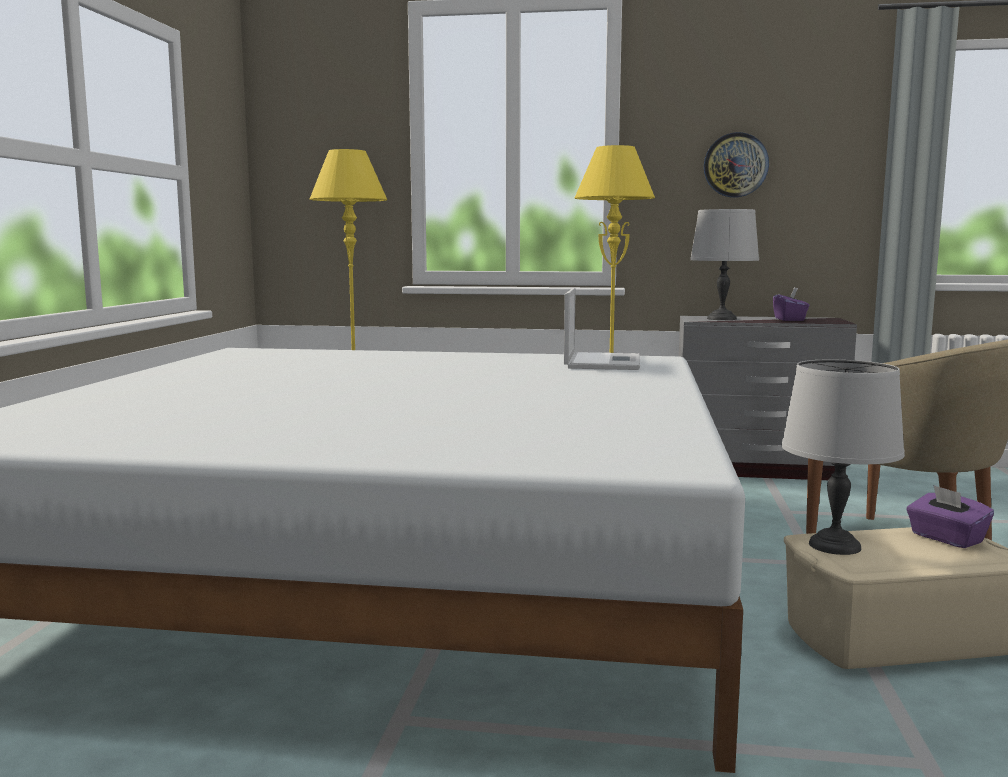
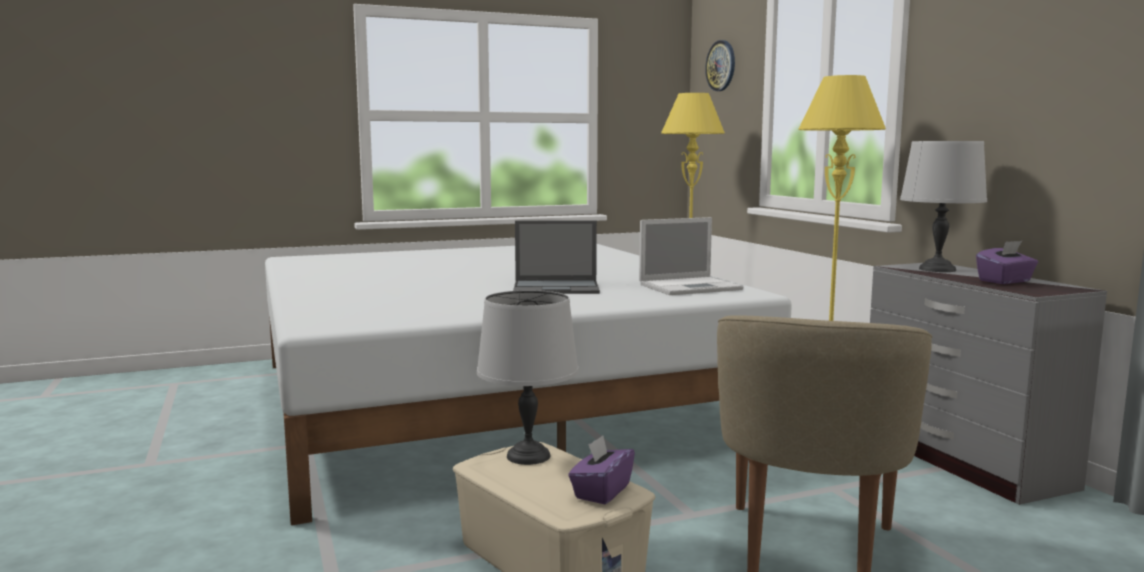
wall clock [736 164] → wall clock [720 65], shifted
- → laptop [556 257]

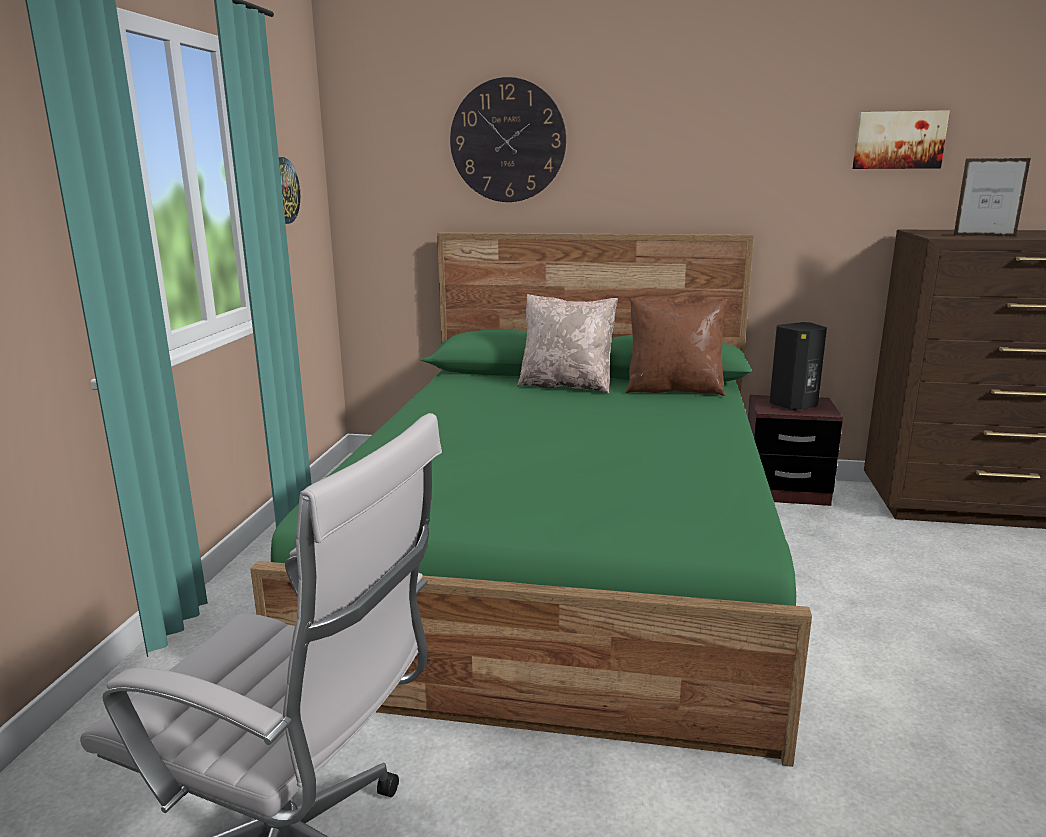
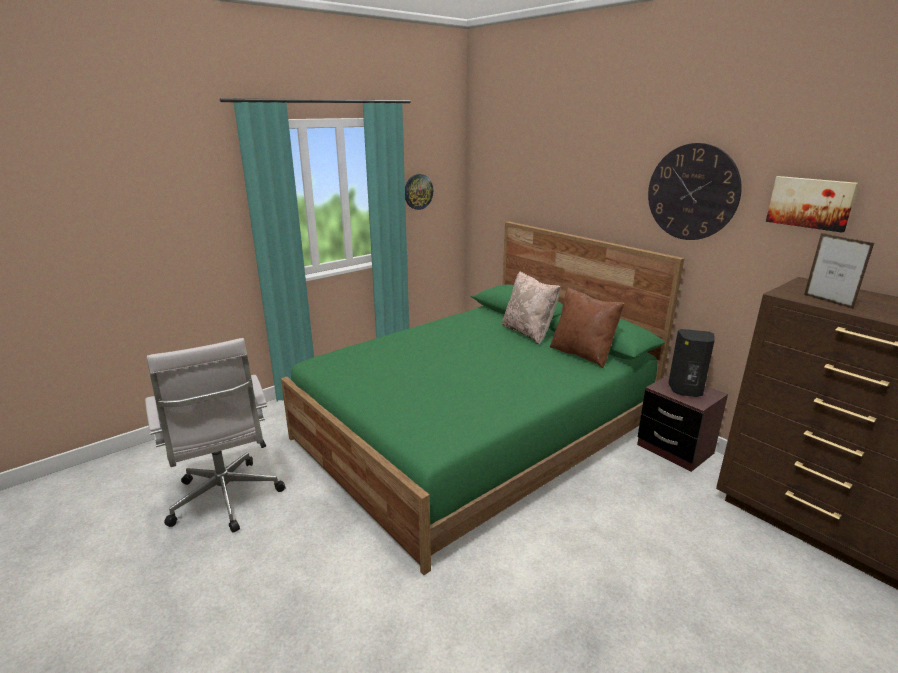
wall clock [508 139] → wall clock [695 191], shifted

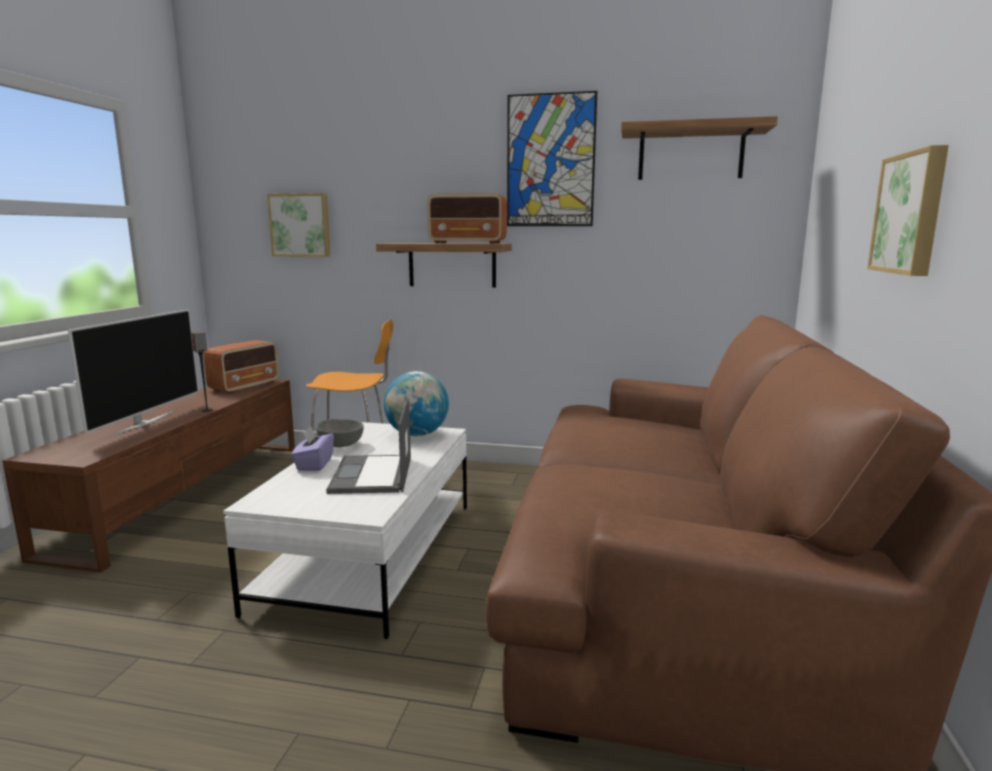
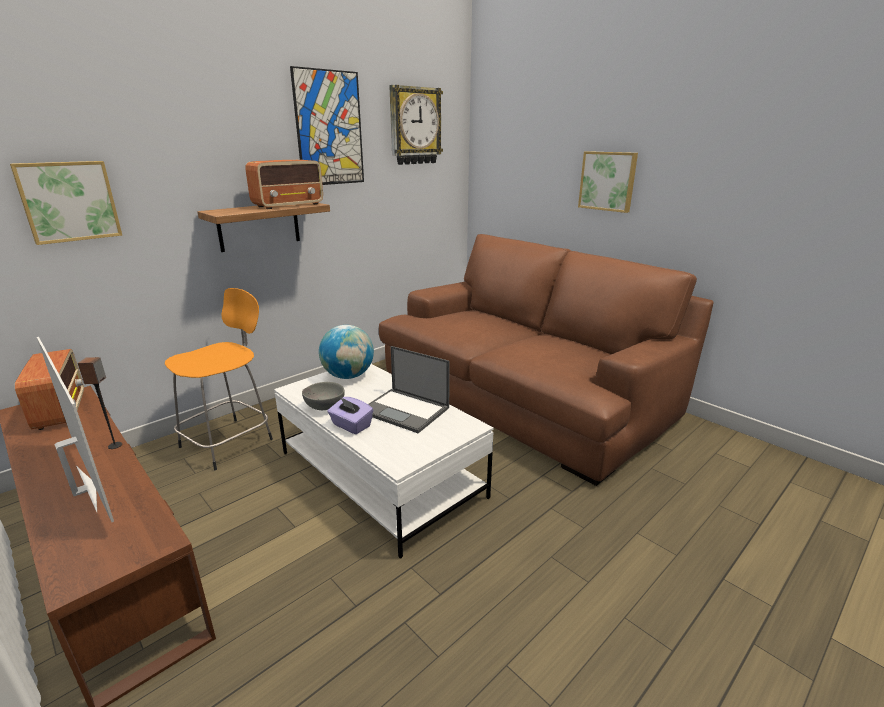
shelf [699 148] → wall clock [416 125]

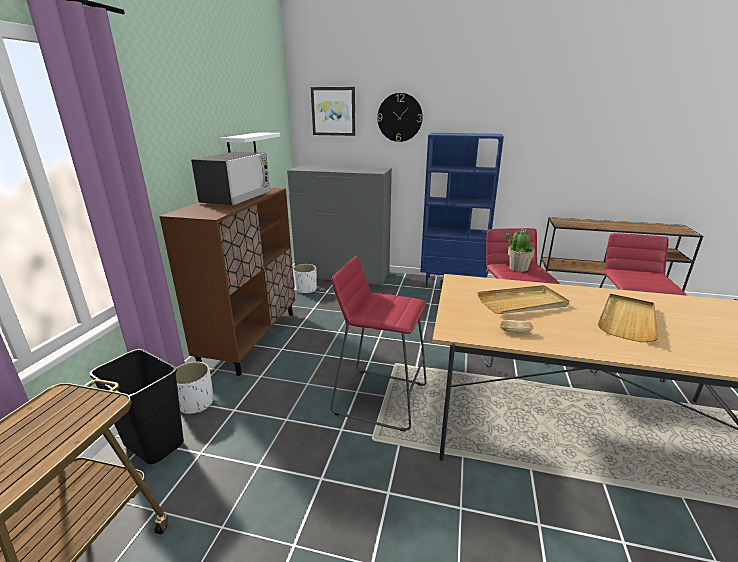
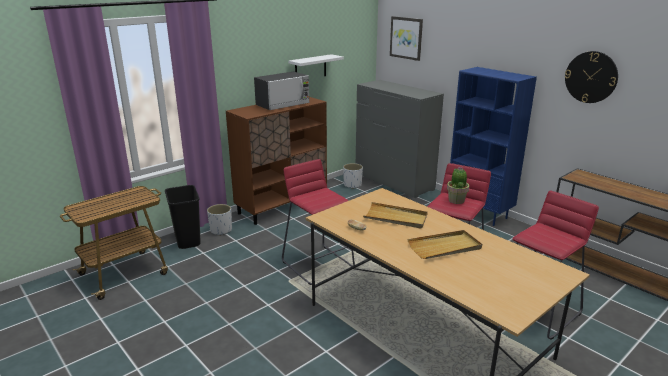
wall clock [400 117] → wall clock [591 77], shifted

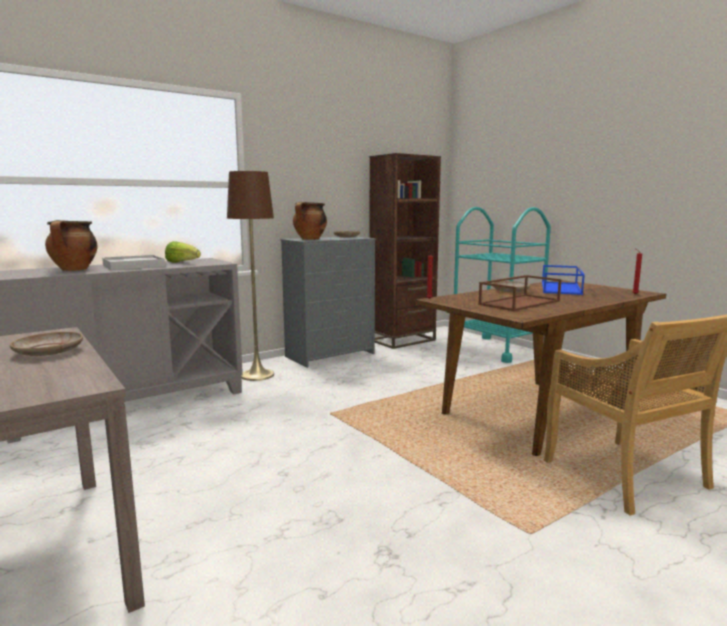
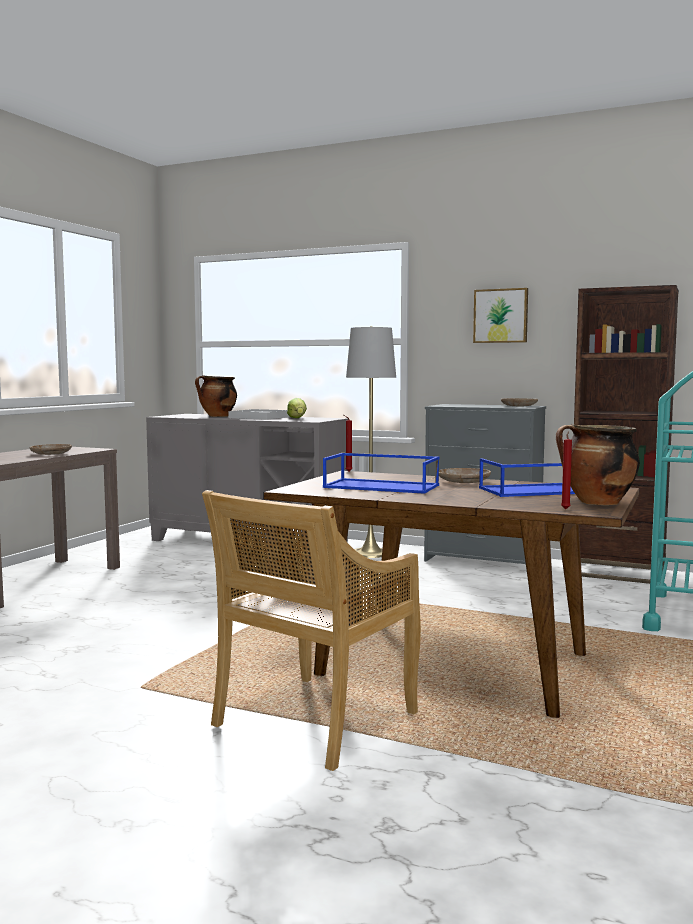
brown floor lamp [250 275] → grey floor lamp [371 442]
cooking pot [310 221] → cooking pot [598 464], shifted
brown tray [520 293] → blue tray [381 473]
- → picture [500 315]

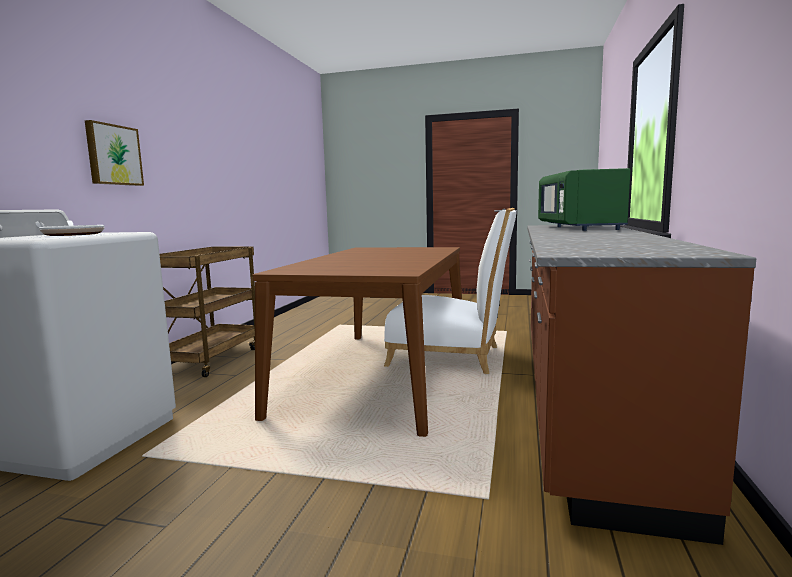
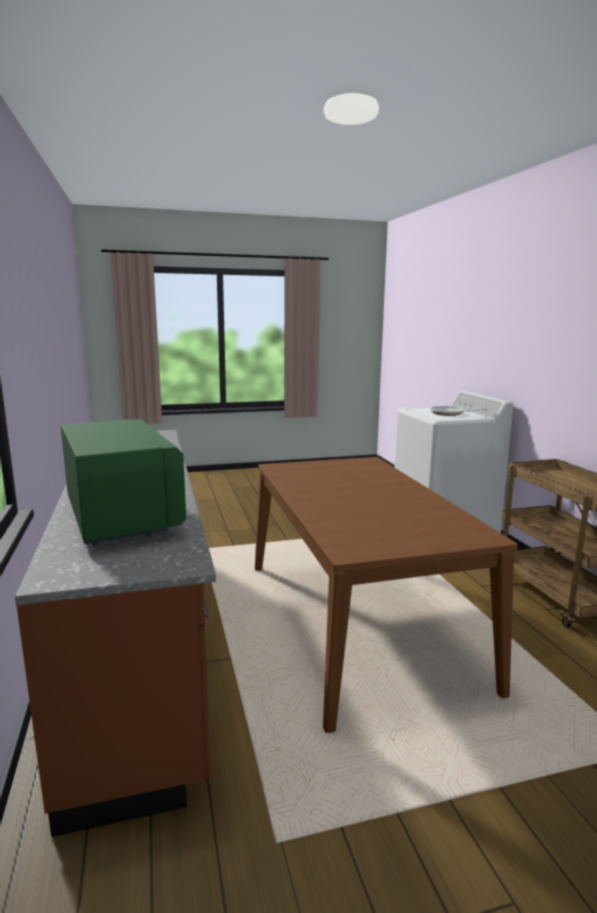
picture [114 153] → -
white chair [450 291] → -

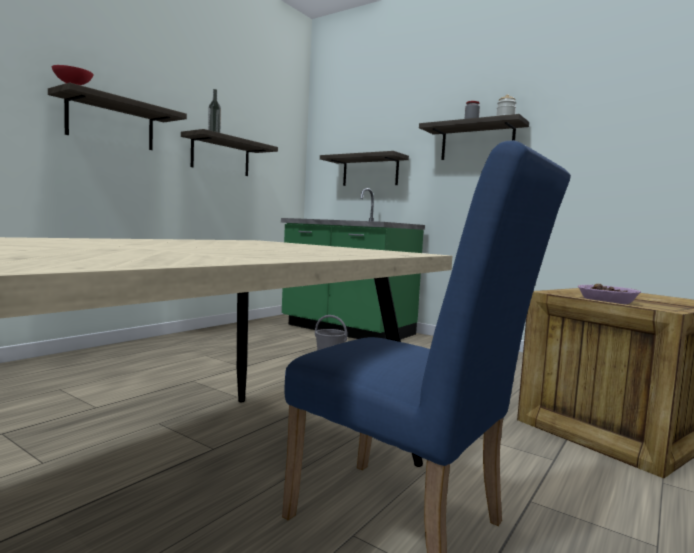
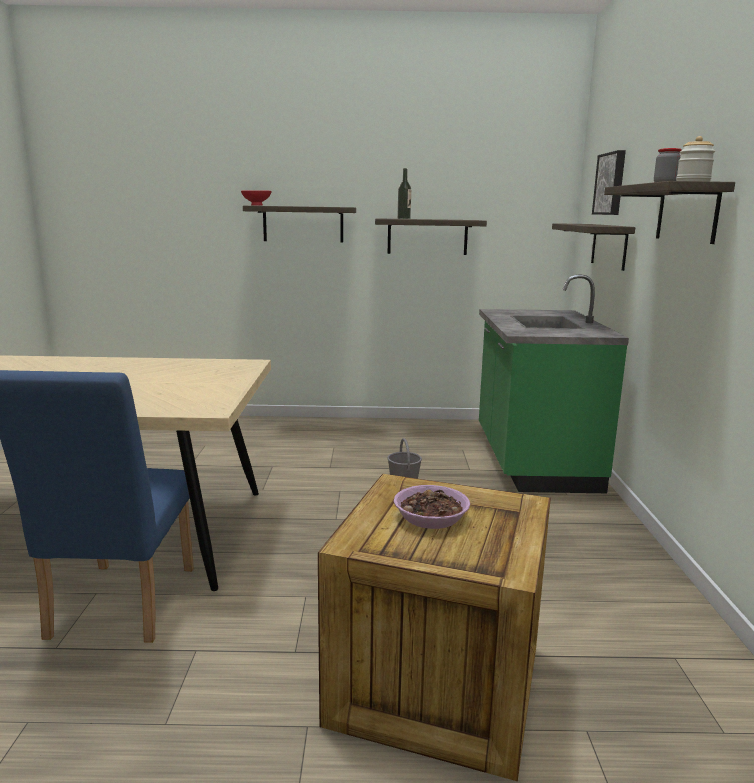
- → picture [609 182]

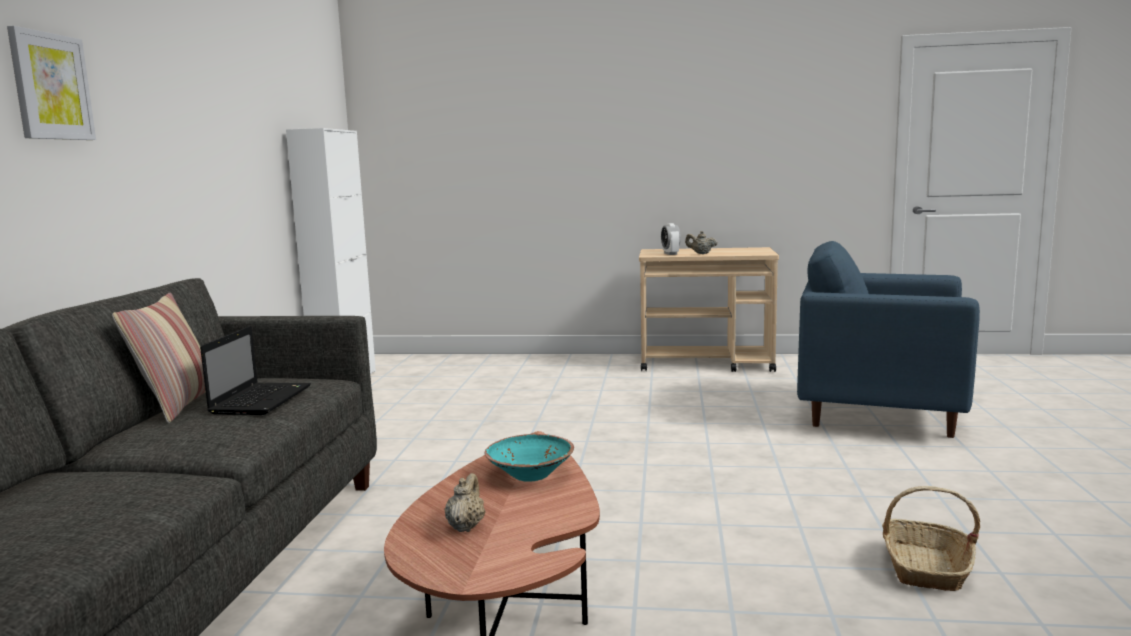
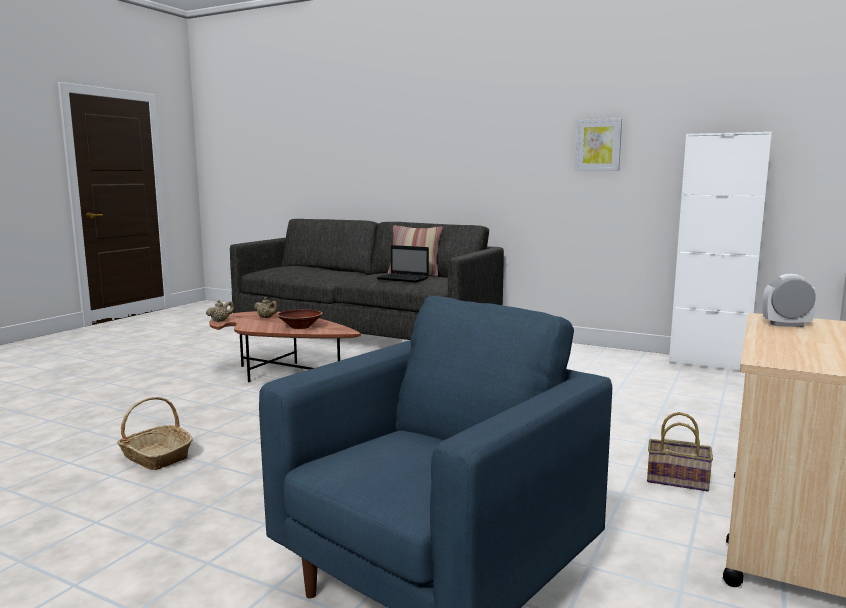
picture [51 83] → picture [598 145], shifted
turquoise bowl [529 458] → brown bowl [300 319]
beige teapot [701 242] → beige teapot [220 311], shifted
- → basket [680 451]

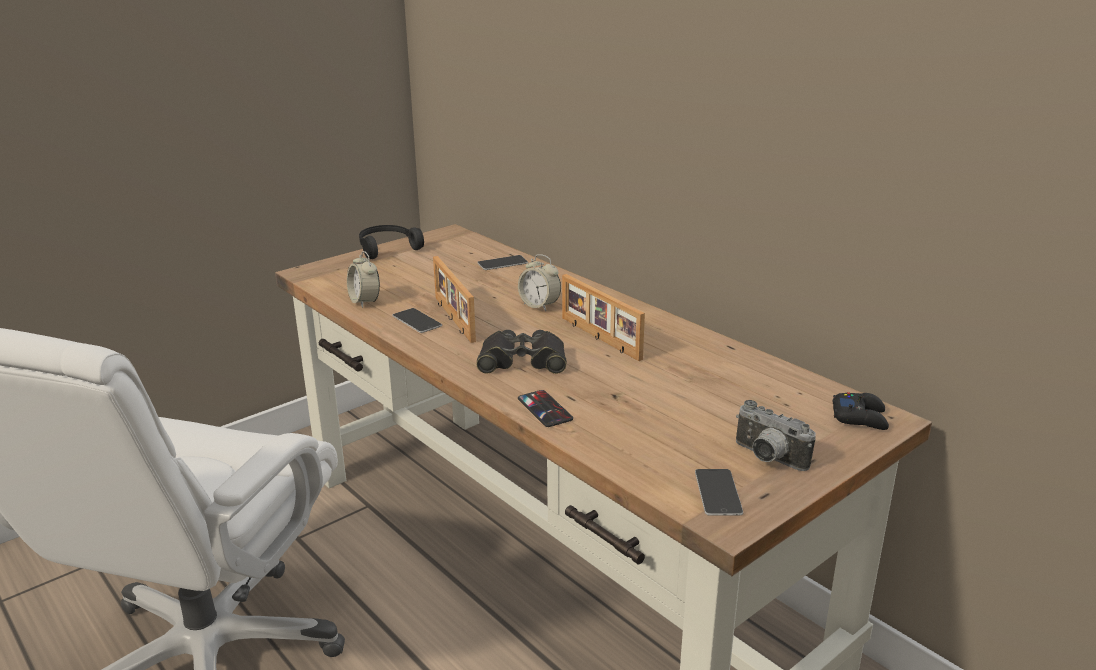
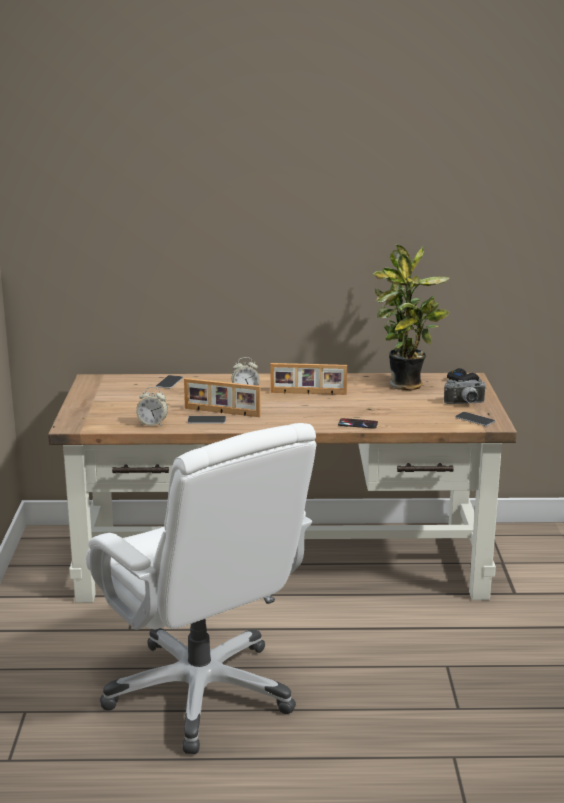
black headphones [391 242] → -
black binoculars [521 352] → -
- → potted plant [411 317]

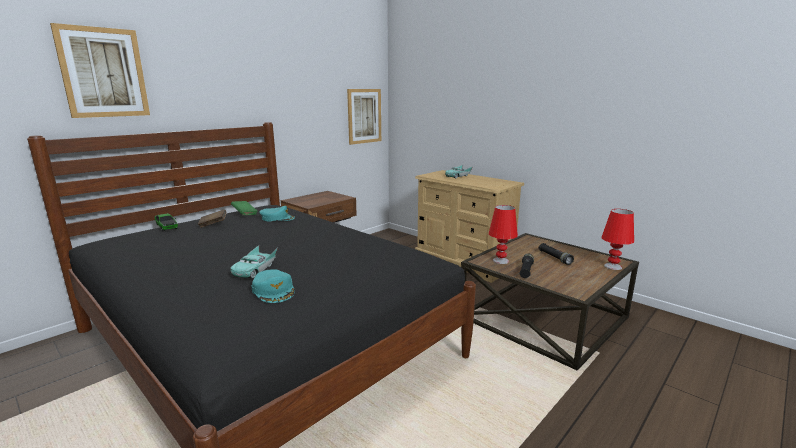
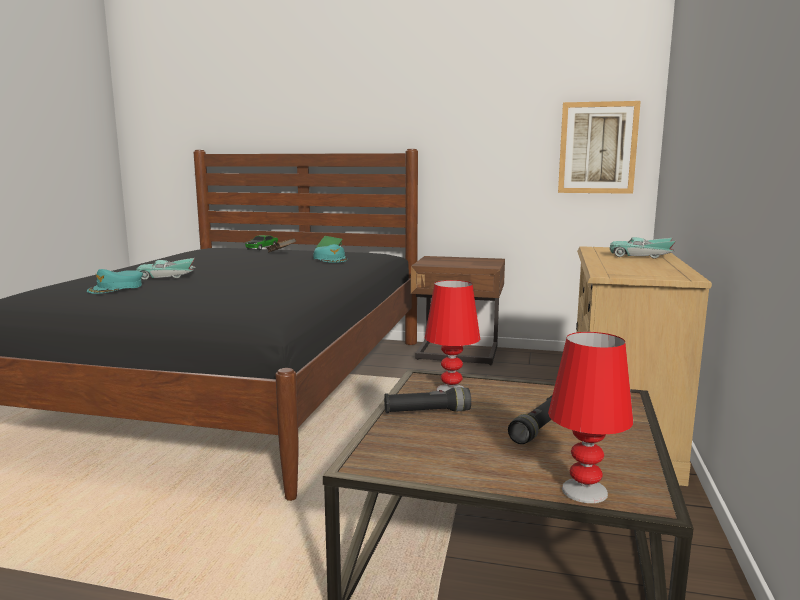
picture [100 70] → -

